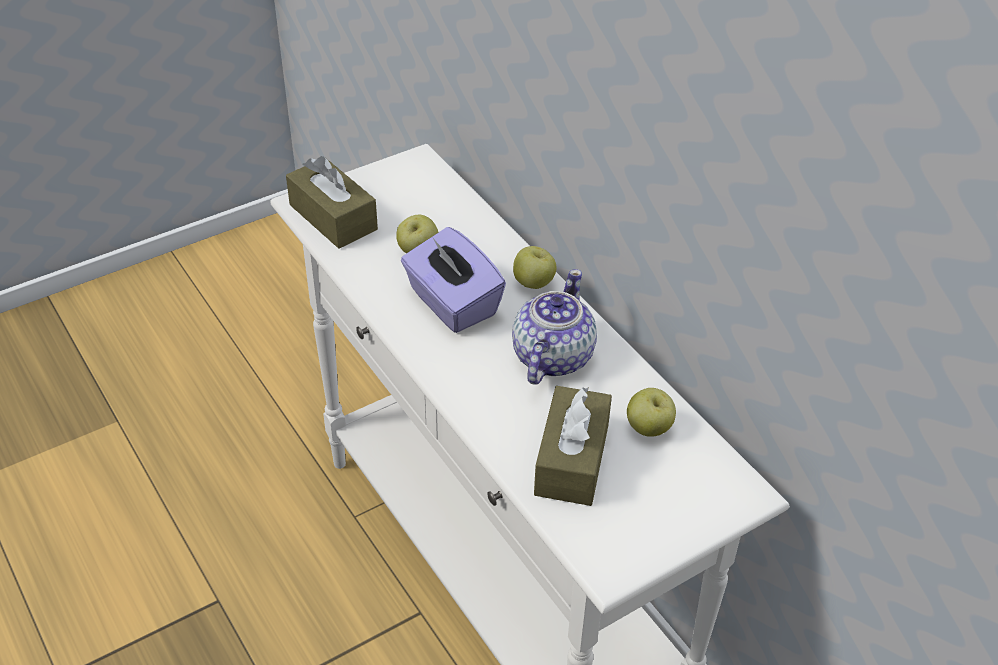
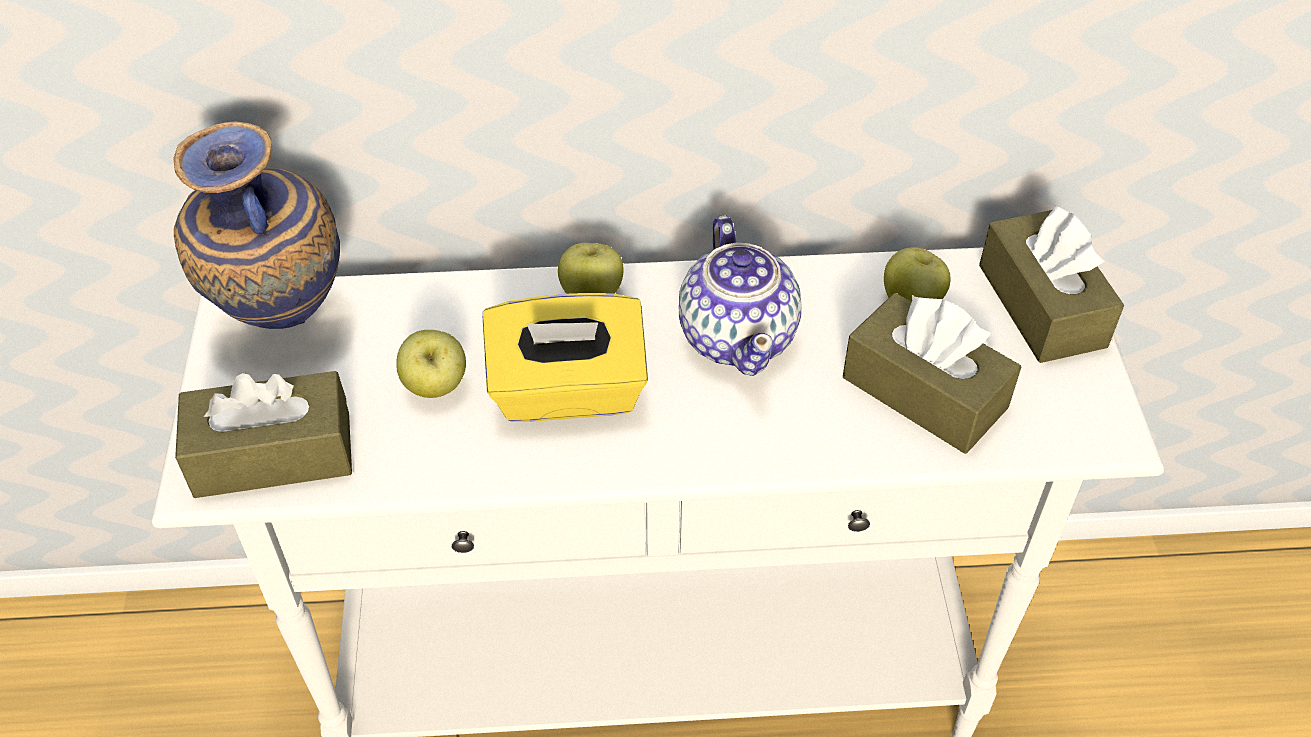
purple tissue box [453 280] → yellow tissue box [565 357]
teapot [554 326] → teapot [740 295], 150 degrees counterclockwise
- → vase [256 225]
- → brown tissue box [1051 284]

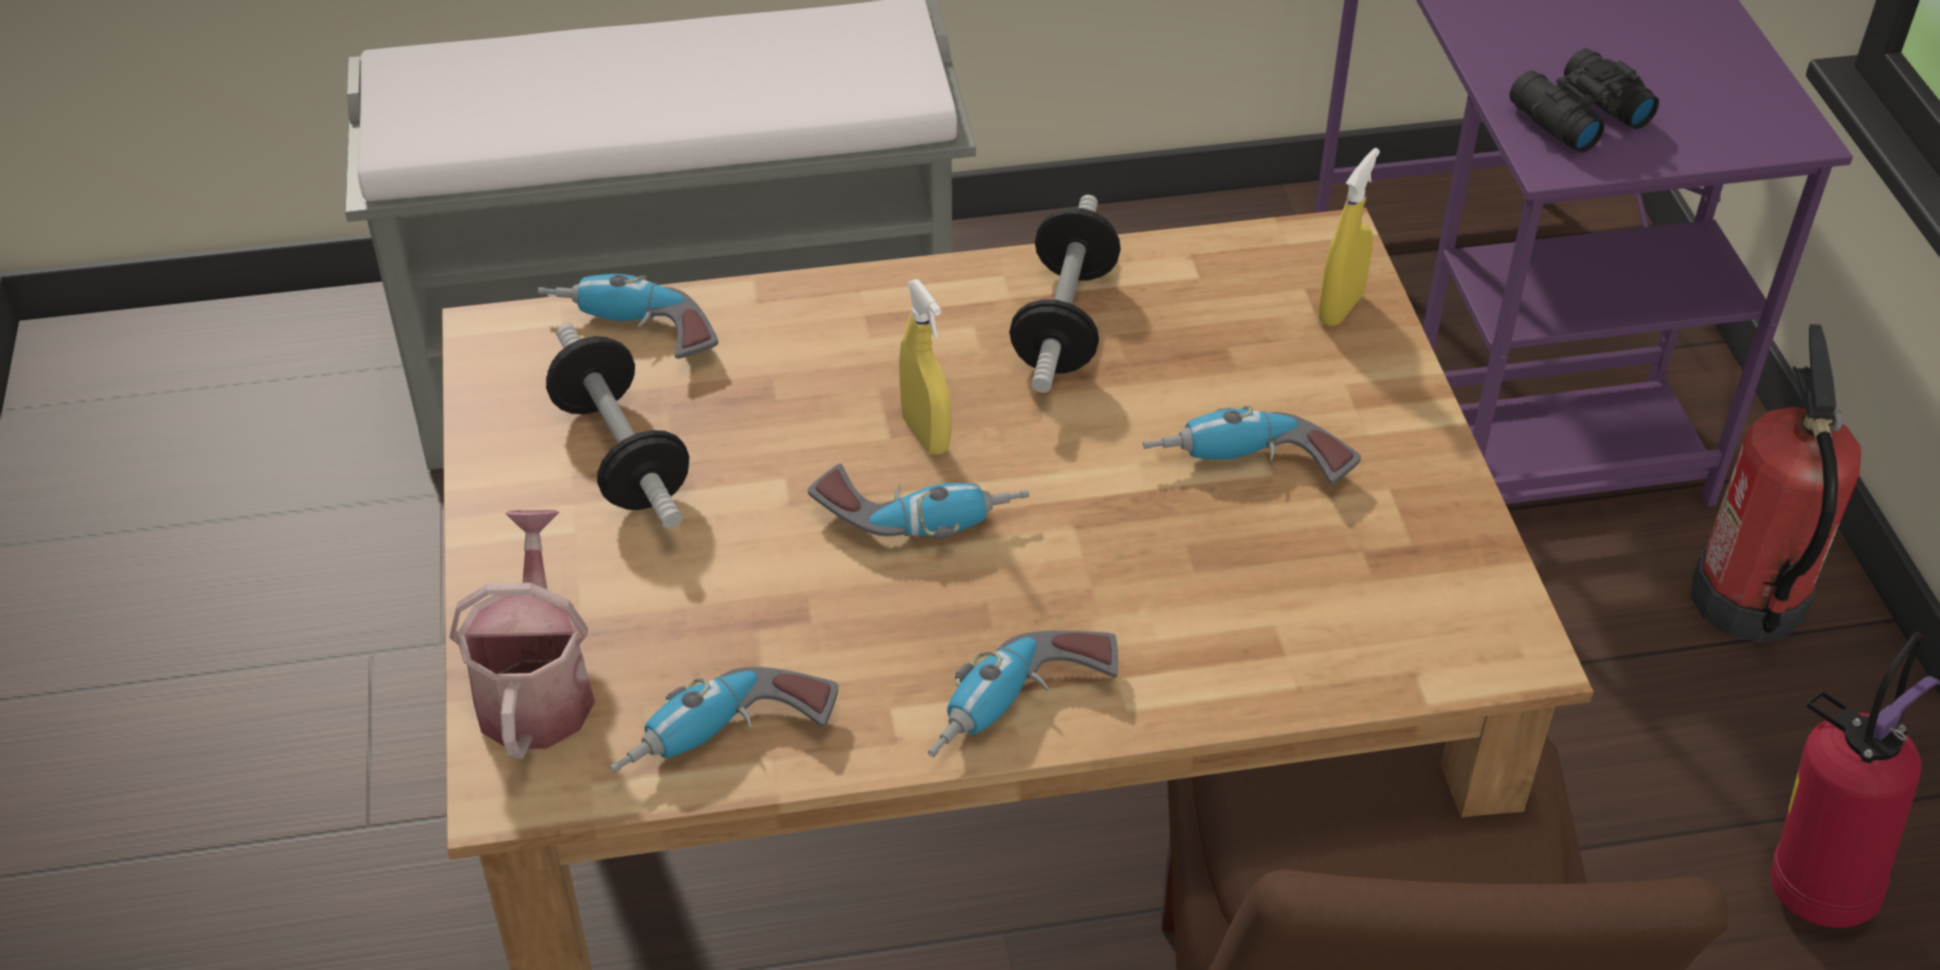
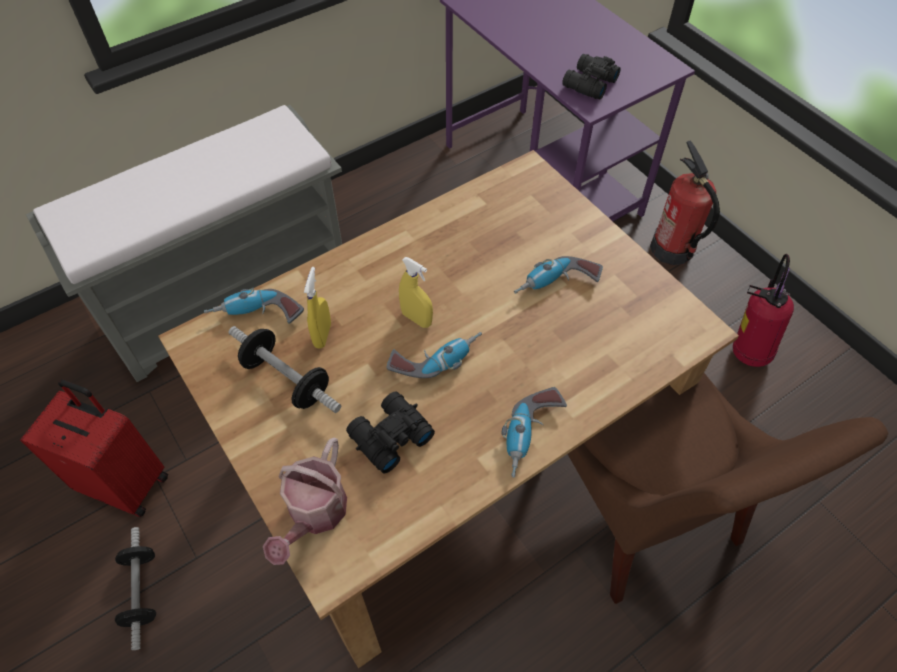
watering can [522 634] → watering can [305 501], 135 degrees counterclockwise
power drill [723 720] → -
dumbbell [1065 294] → dumbbell [135 588], shifted
yellow spray bottle [1349 237] → yellow spray bottle [317 308], shifted
- → red suitcase [94 448]
- → black binoculars [390 432]

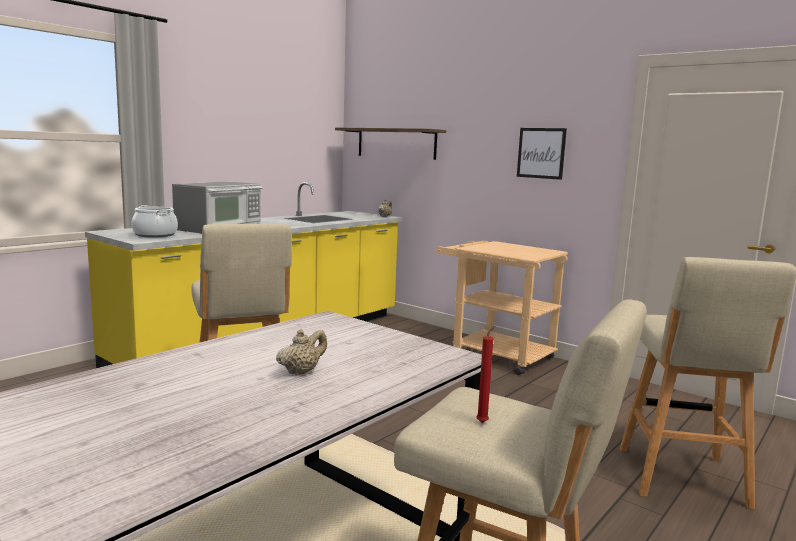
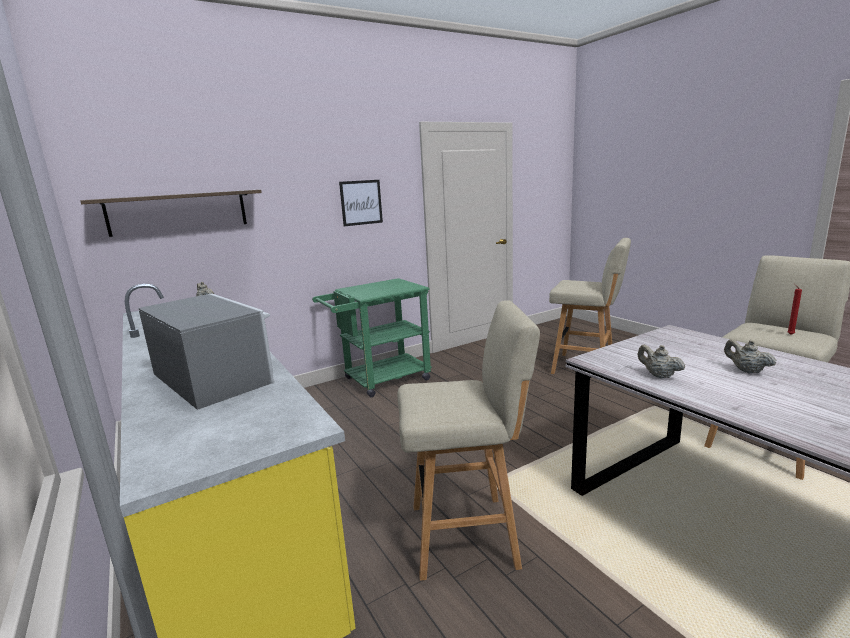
cooking pot [155 221] → -
beige cart [502 308] → green cart [372 337]
- → beige teapot [661 362]

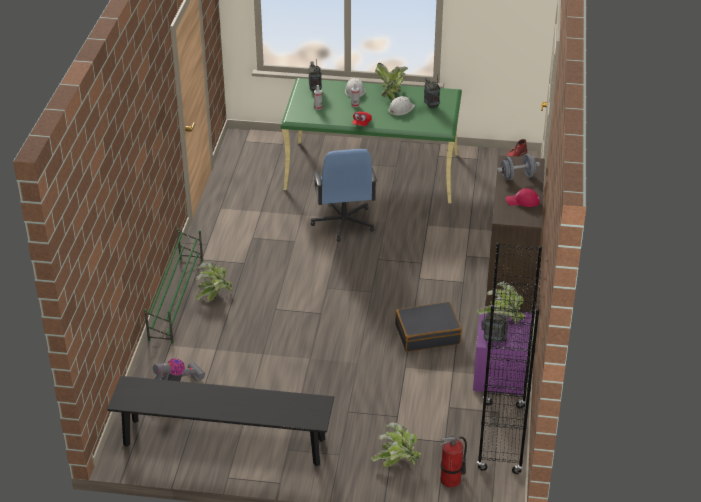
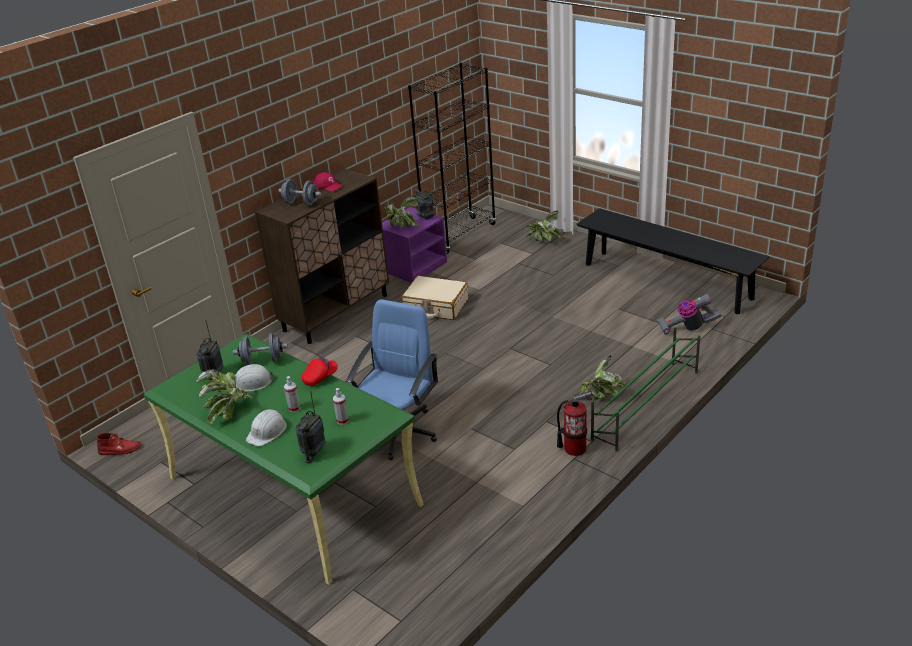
black suitcase [428 327] → beige suitcase [434 298]
fire extinguisher [453 462] → fire extinguisher [574 424], shifted
- → grey dumbbell [260 349]

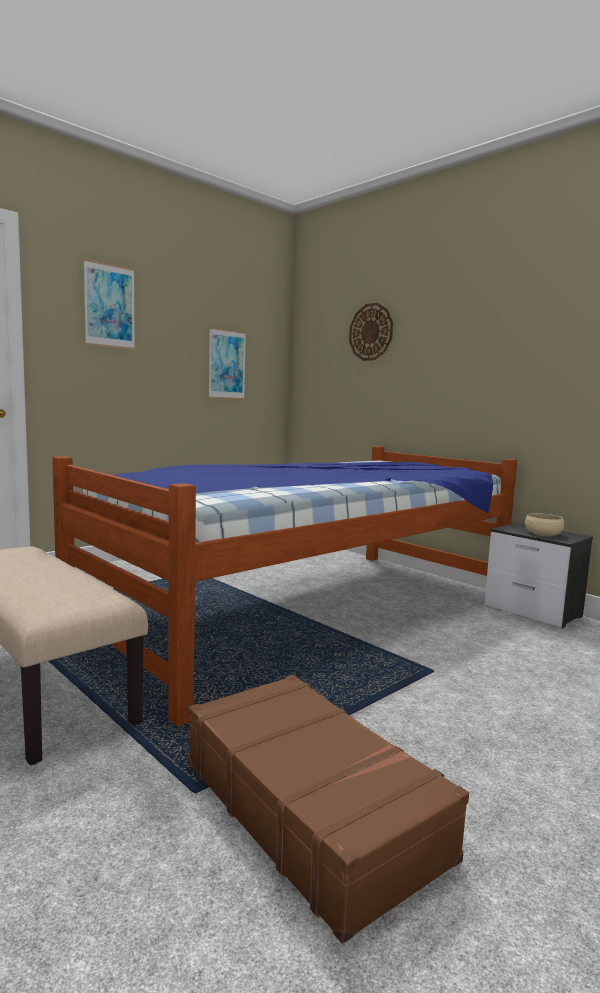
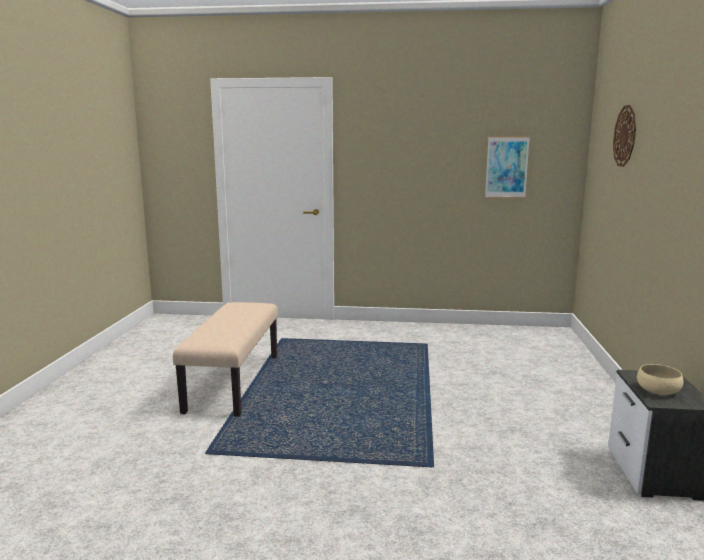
bed [284 586] → -
picture [109 304] → -
brown suitcase [328 809] → -

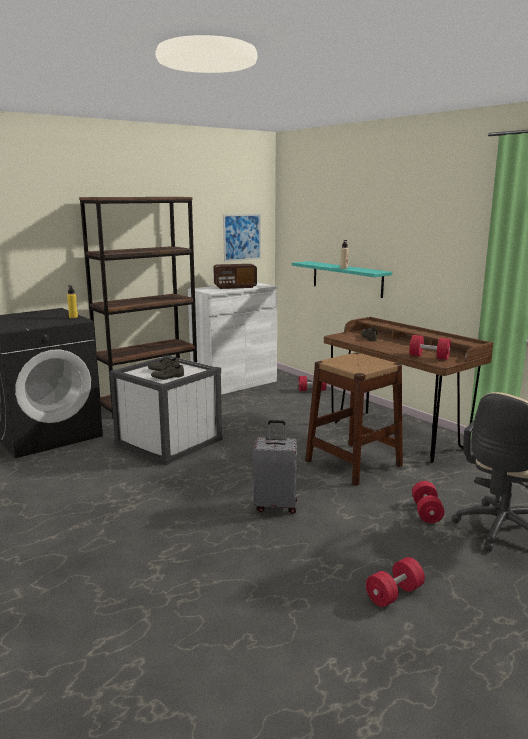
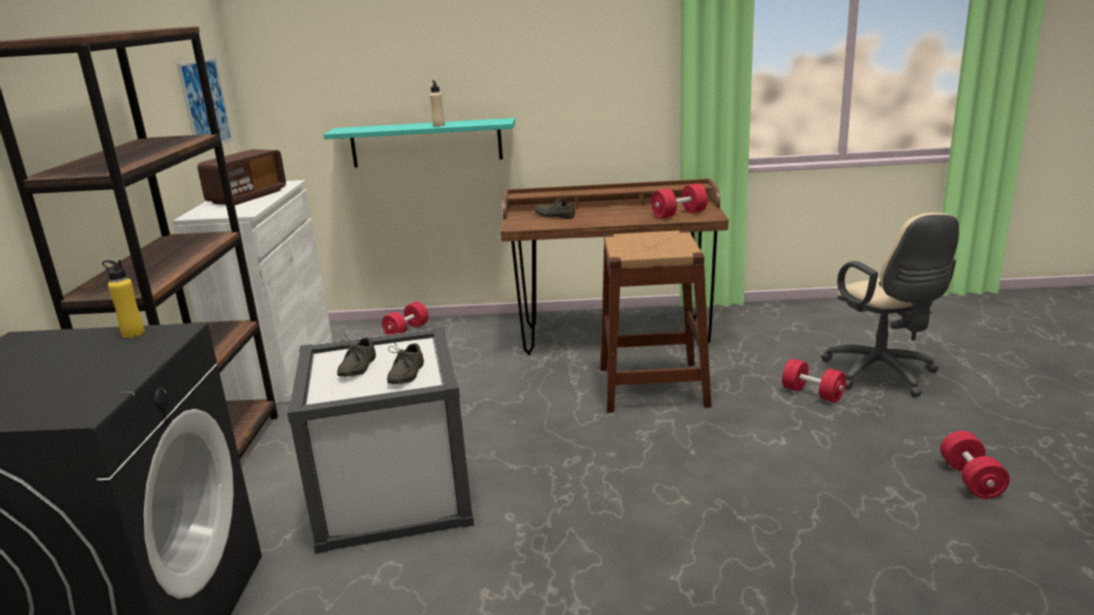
grey suitcase [275 467] → -

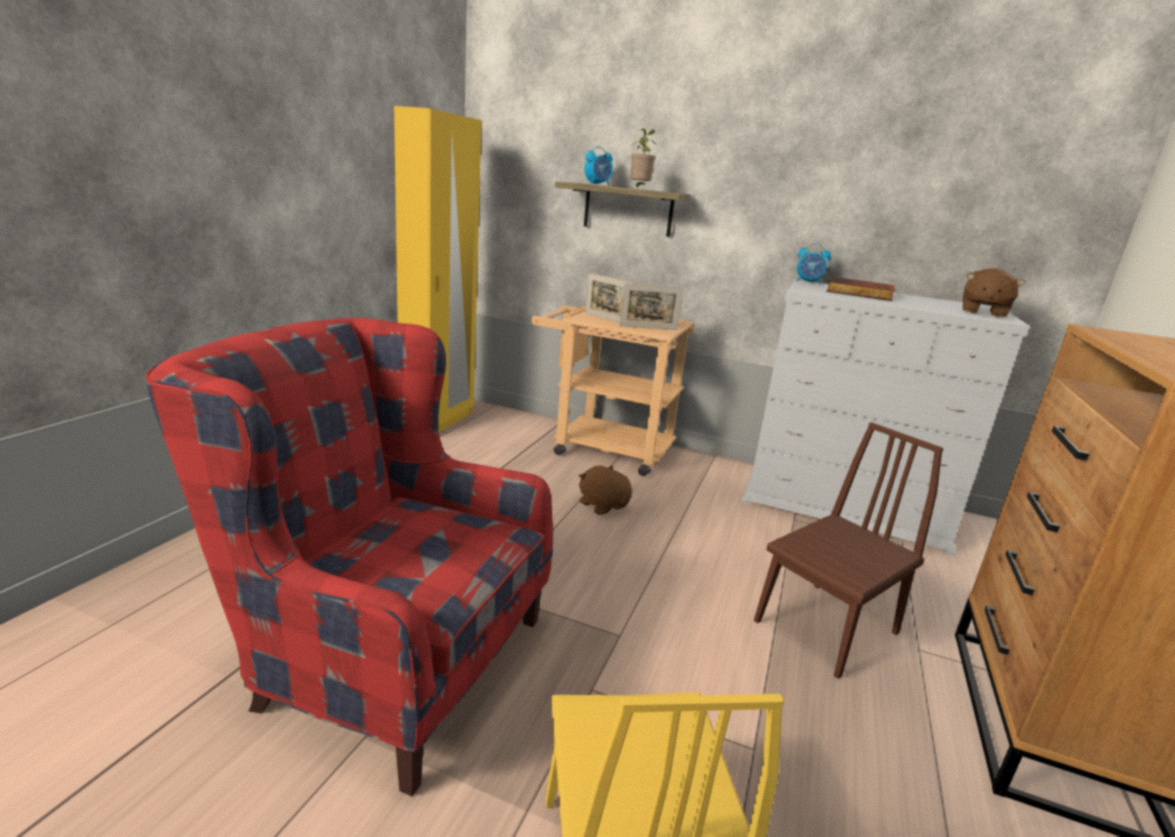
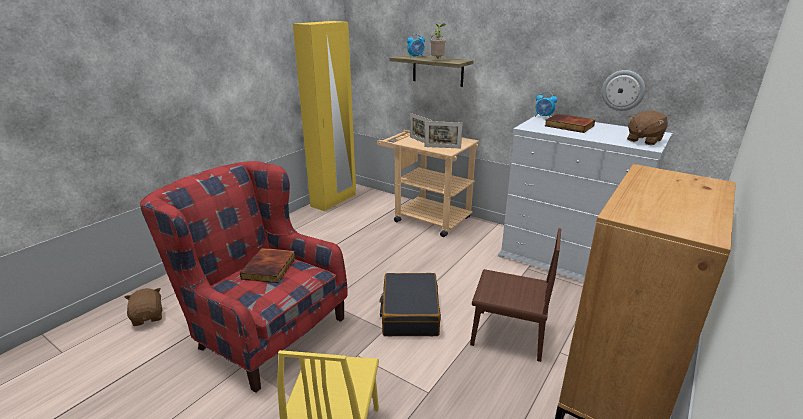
brown plush toy [605 490] → brown plush toy [143 307], shifted
brown chair [848 550] → brown chair [515 295], 45 degrees clockwise
- → book [268 265]
- → black suitcase [410 304]
- → wall clock [623 90]

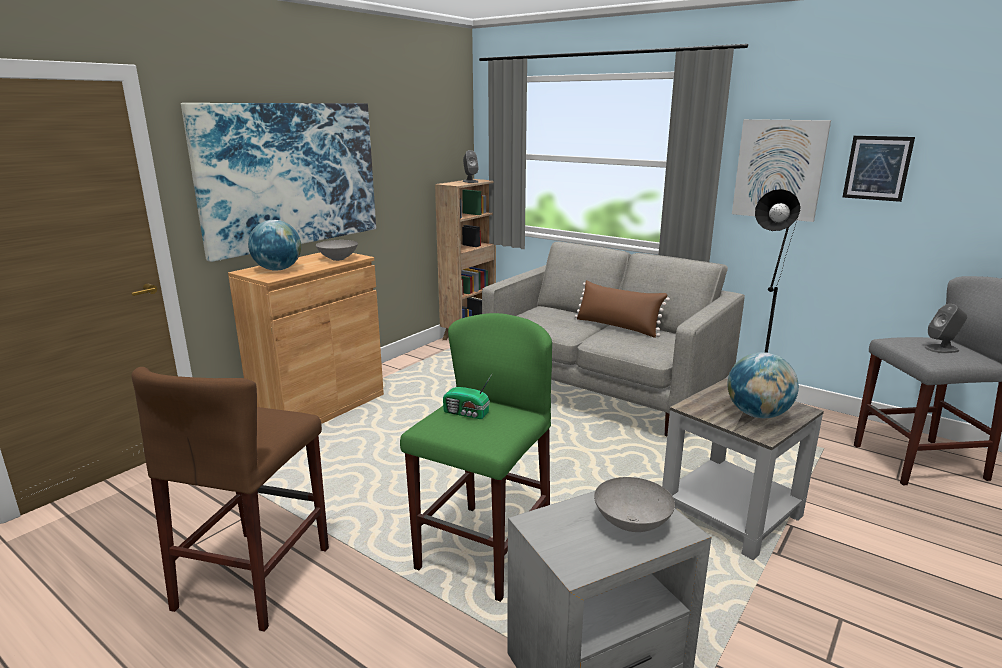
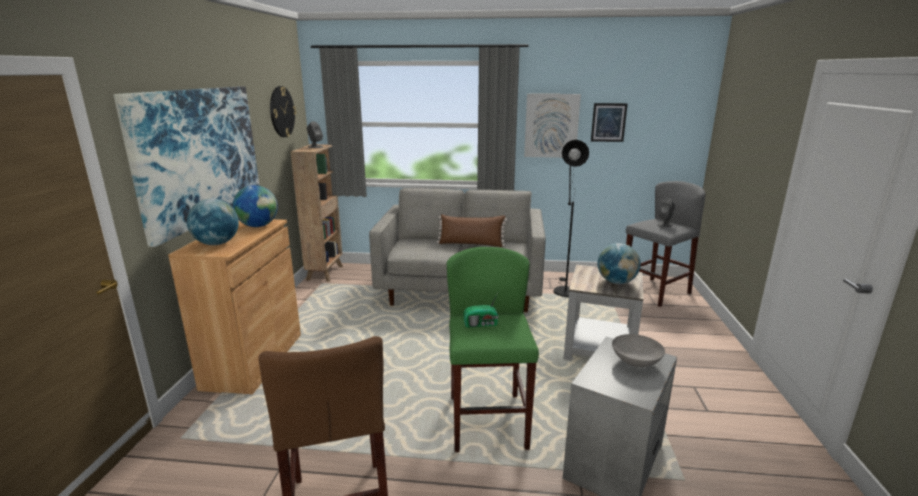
grey bowl [337 250] → globe [255 206]
- → wall clock [283 111]

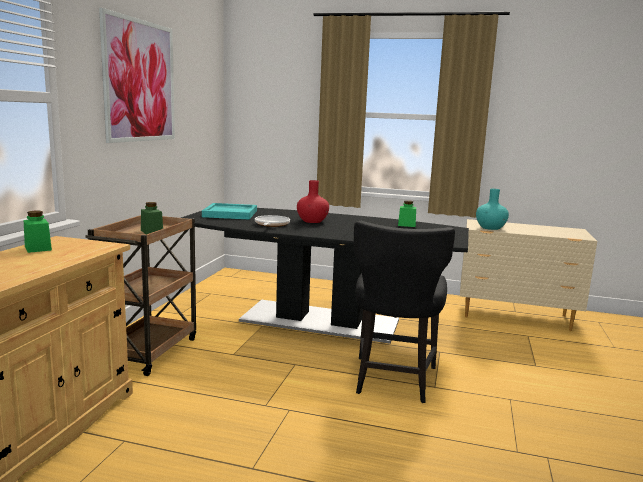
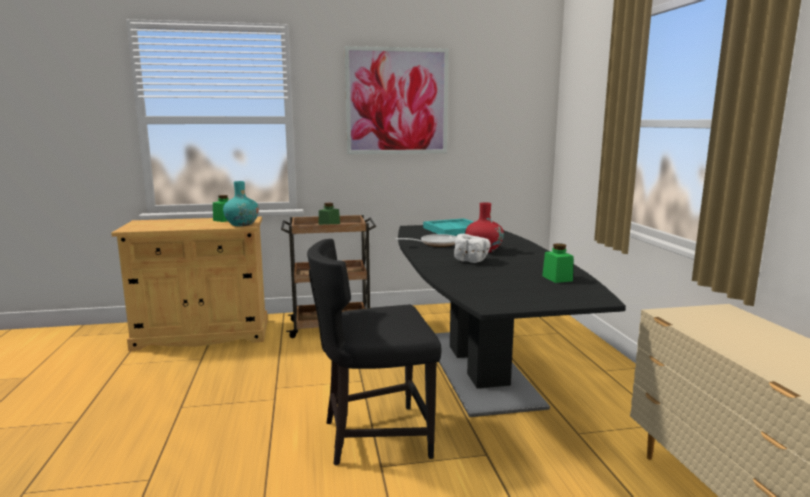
turquoise vase [492 209] → turquoise vase [241 203], shifted
- → white bowl [472 248]

